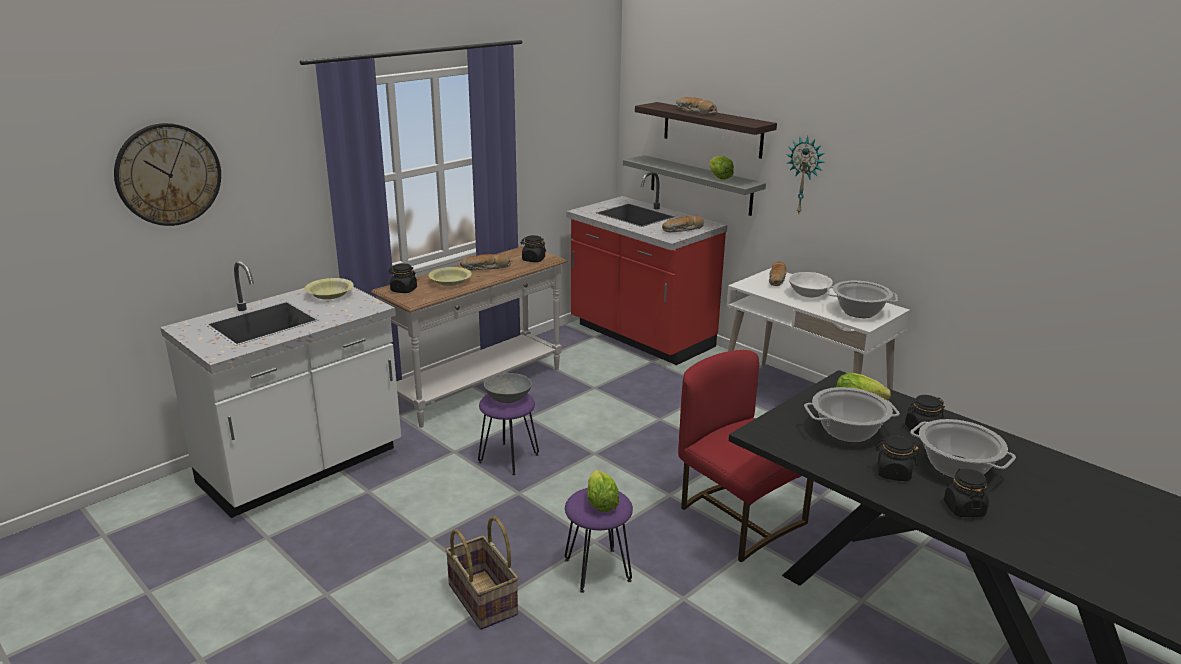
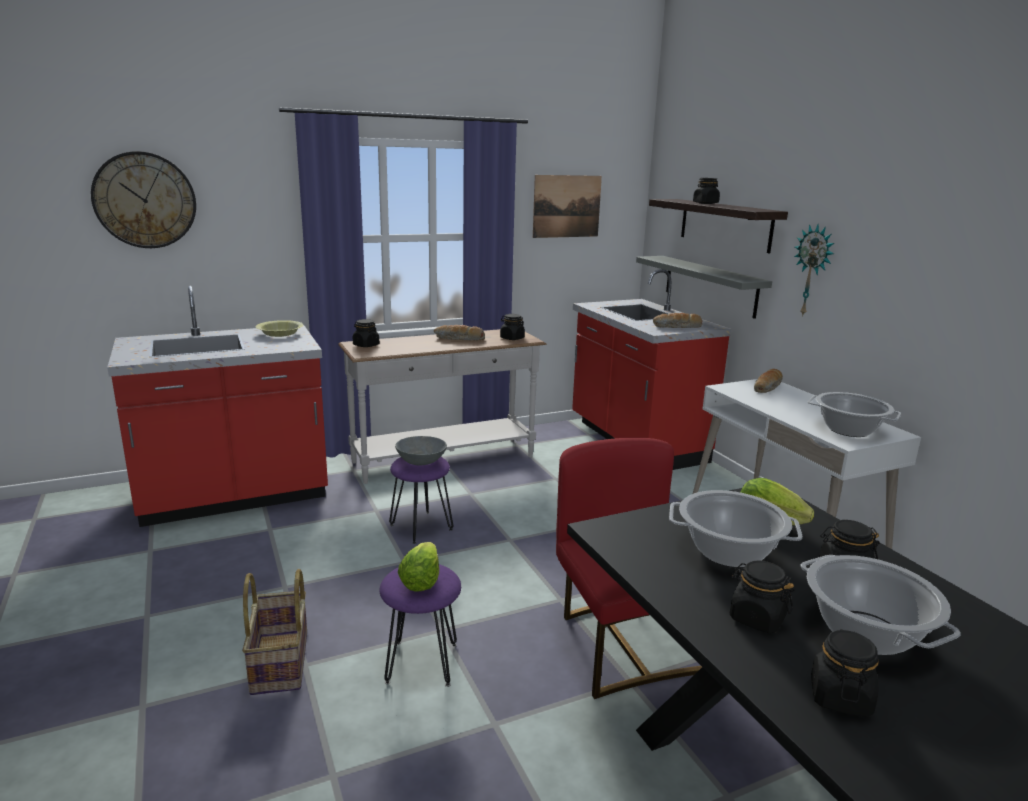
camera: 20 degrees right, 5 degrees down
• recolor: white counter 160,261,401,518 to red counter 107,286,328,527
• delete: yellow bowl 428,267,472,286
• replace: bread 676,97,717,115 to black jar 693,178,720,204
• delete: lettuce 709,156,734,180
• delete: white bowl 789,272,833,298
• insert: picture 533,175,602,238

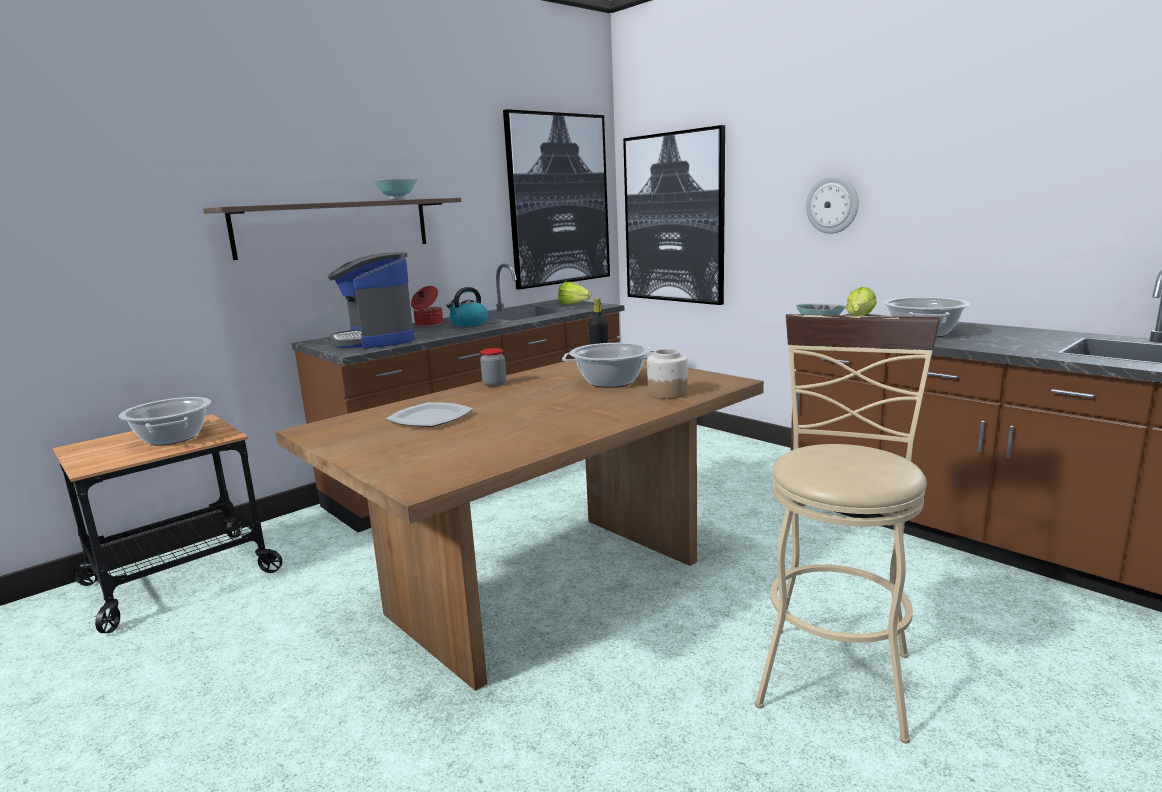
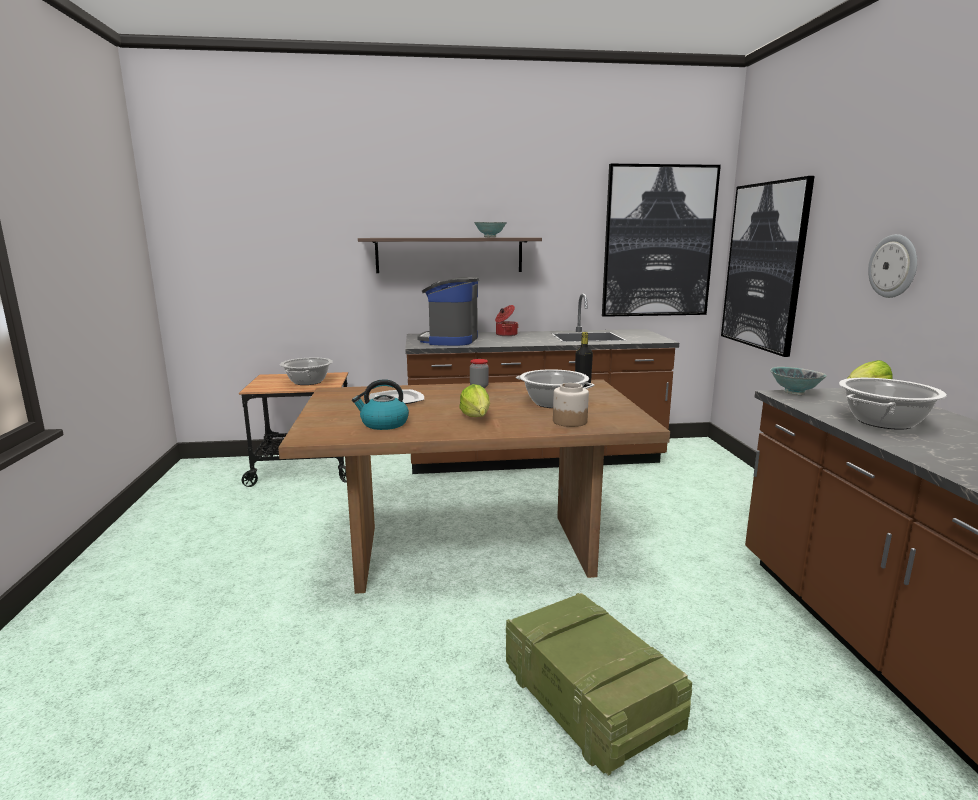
camera: 35 degrees right, 0 degrees up
• move: kettle 447,287,488,326 to 352,379,409,430
• move: lettuce 558,282,591,305 to 459,384,490,417
• replace: beige stool 755,314,940,743 to crate 506,593,692,776

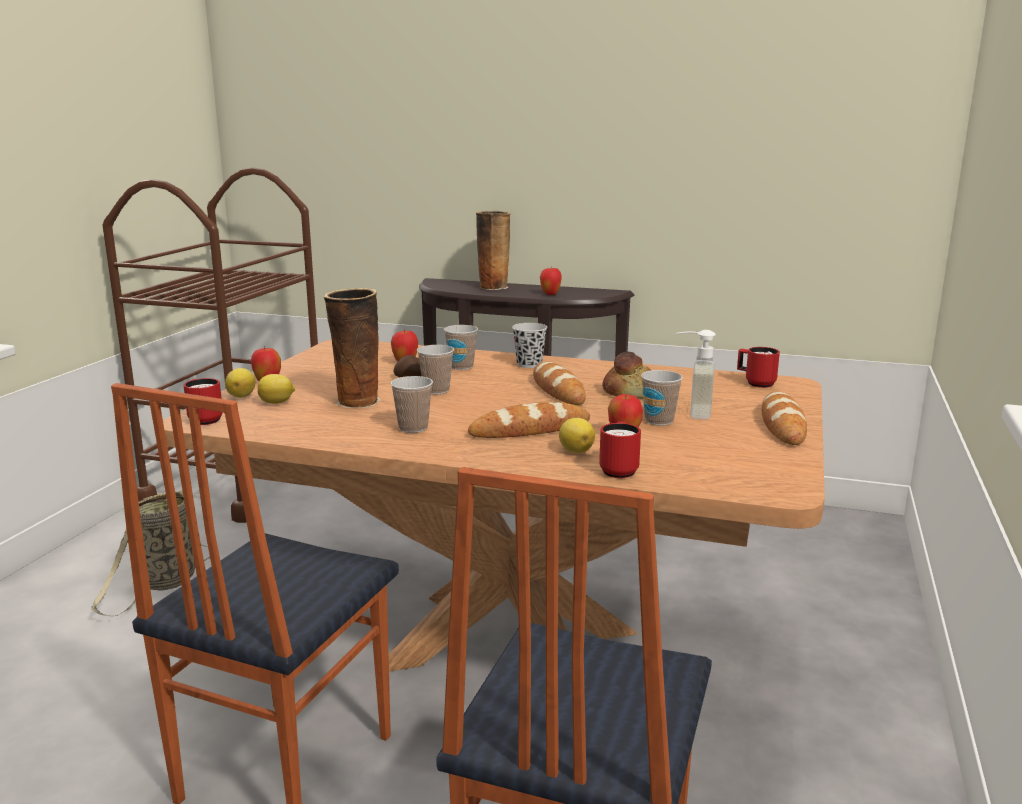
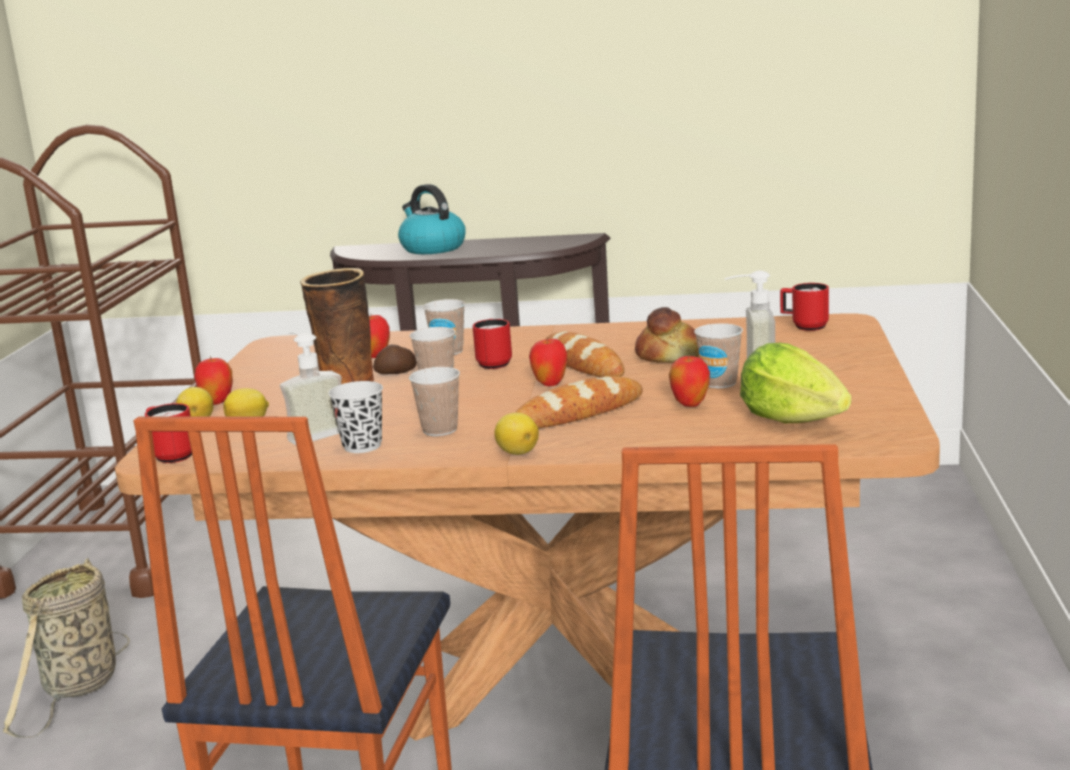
camera: 10 degrees left, 0 degrees up
• replace: vase 476,211,511,290 to kettle 398,184,466,254
• move: black cup 512,323,547,368 to 328,381,383,453
• move: apple 540,268,562,295 to 529,337,567,386
• move: lemon 559,418,595,453 to 494,413,539,455
• move: red mug 599,422,641,478 to 473,319,512,369
• delete: bread 762,391,807,445
• insert: soap dispenser 280,332,342,445
• insert: lettuce 740,343,851,423

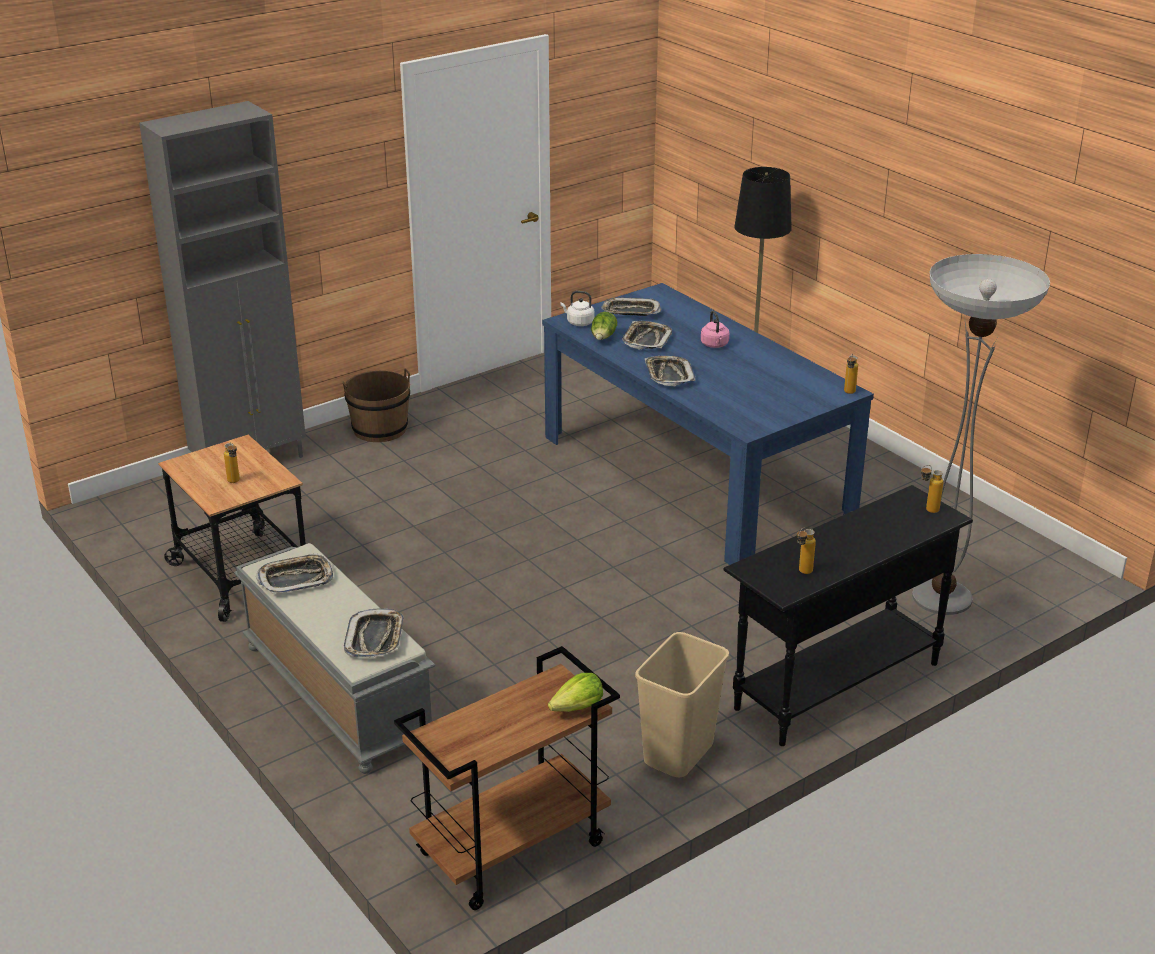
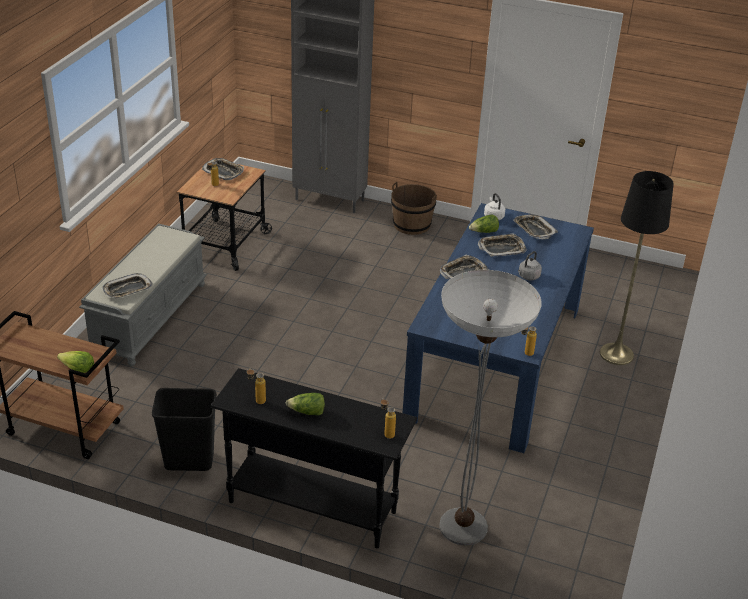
camera: 55 degrees right, 5 degrees up
• move: tray 256,553,333,594 to 202,158,244,180
• recolor: beige trash can 635,632,729,777 to black trash can 152,388,217,471
• recolor: pink kettle 701,310,729,348 to grey kettle 518,251,542,280
• insert: lettuce 286,393,325,415

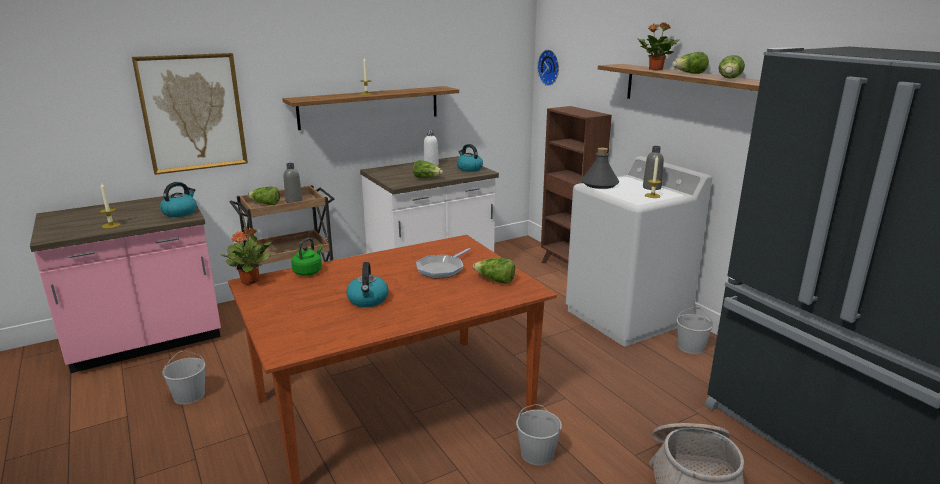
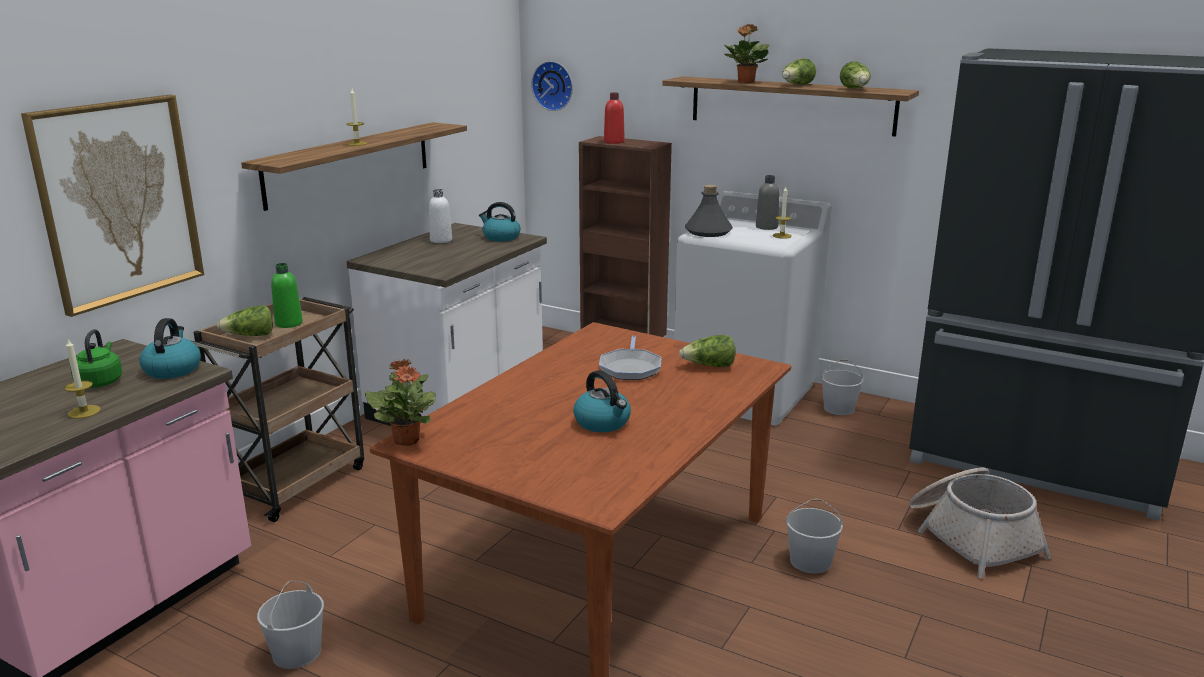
camera: 30 degrees left, 0 degrees up
• recolor: grey bottle 284,163,303,203 to green bottle 271,263,303,328
• move: green kettle 291,238,322,276 to 70,329,122,388
• delete: lettuce 413,160,443,178
• insert: red bottle 604,93,625,144

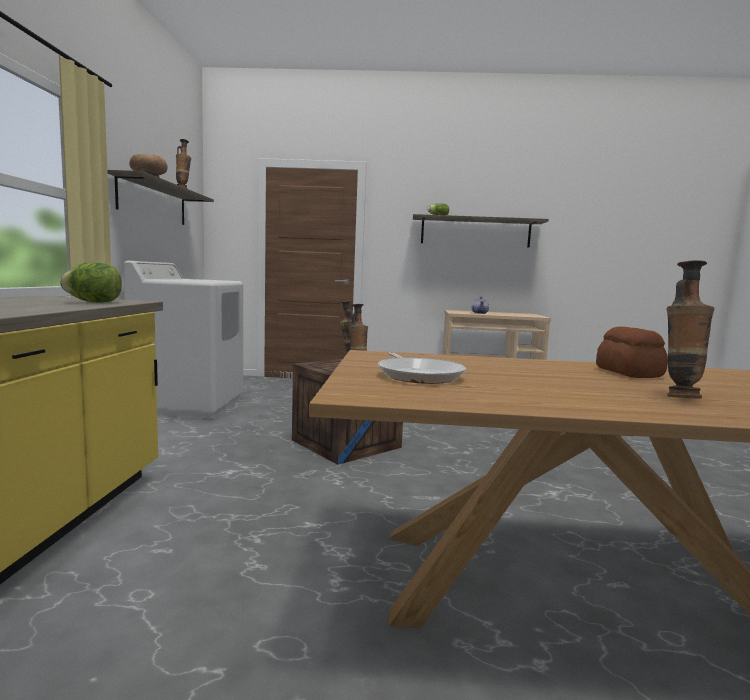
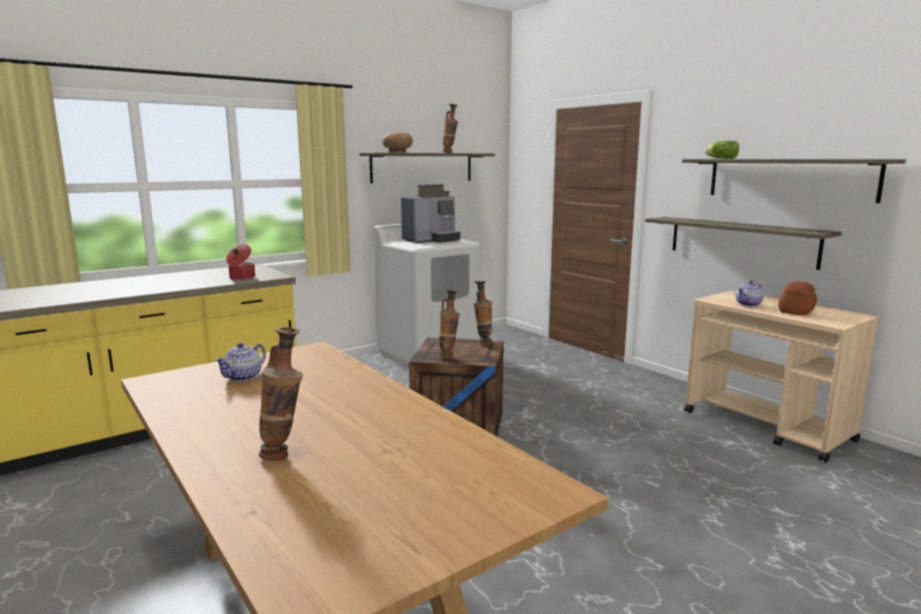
camera: 50 degrees right, 5 degrees up
• replace: lettuce 60,262,122,303 to cooking pot 226,244,255,280
• replace: frying pan 378,352,466,384 to teapot 215,342,266,382
• move: bread 596,327,668,378 to 778,281,817,315
• insert: coffee machine 401,184,460,243
• insert: shelf 645,217,842,270

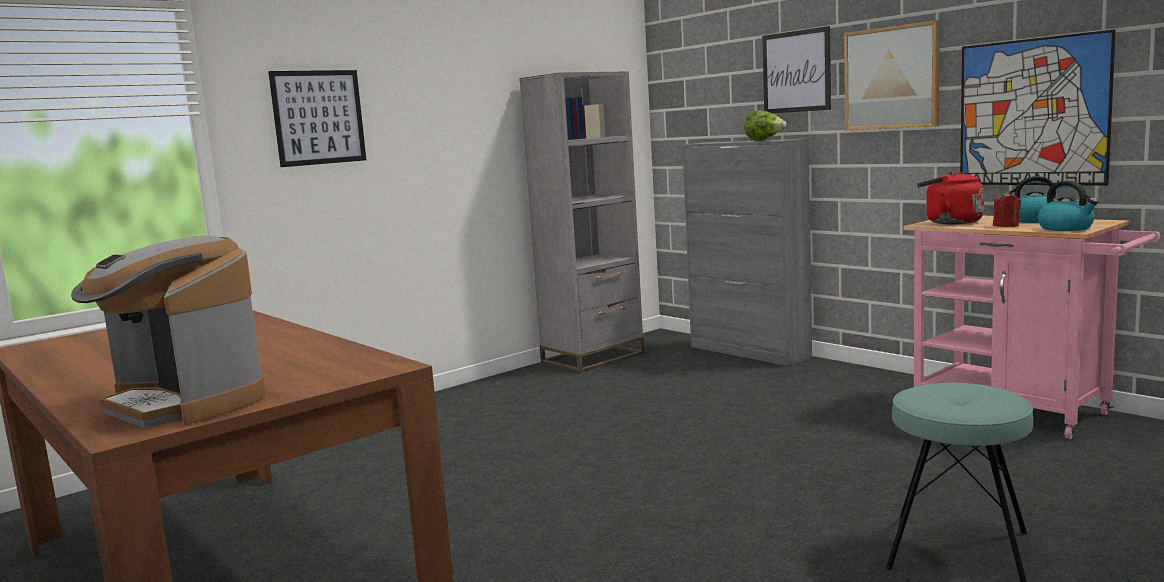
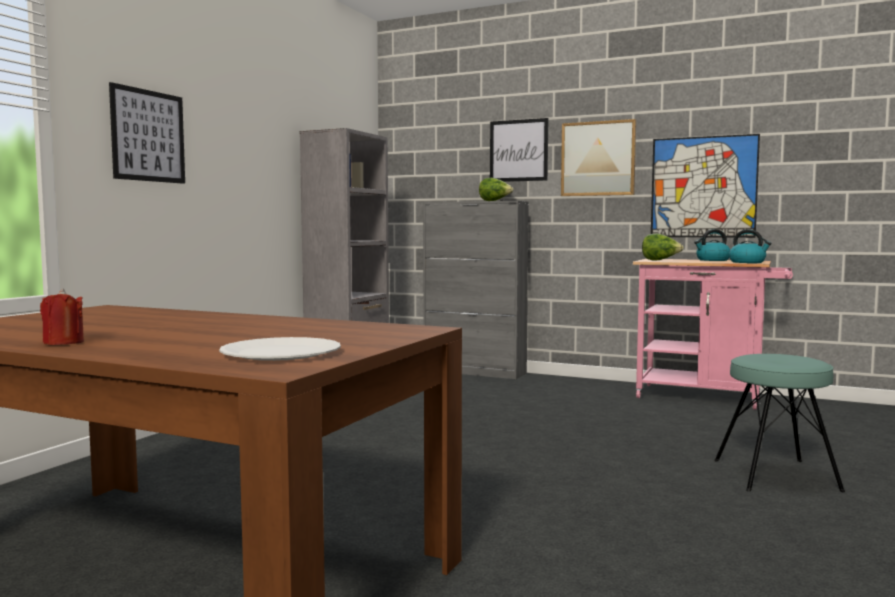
camera: 25 degrees left, 5 degrees down
• replace: coffee machine 71,235,265,428 to white plate 219,337,341,361
• replace: red kettle 917,171,984,224 to lettuce 642,234,684,261
• move: red candle 993,192,1021,227 to 40,289,84,345

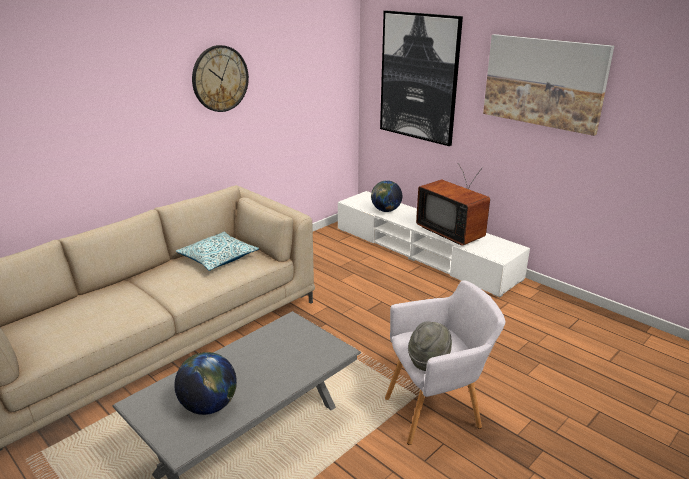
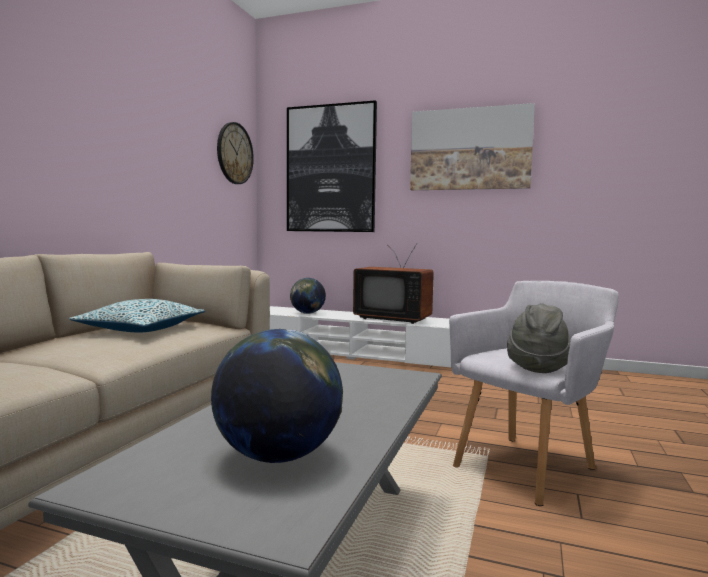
camera: 25 degrees left, 20 degrees down
• move: wall clock 192,45,249,112 to 217,122,254,184

